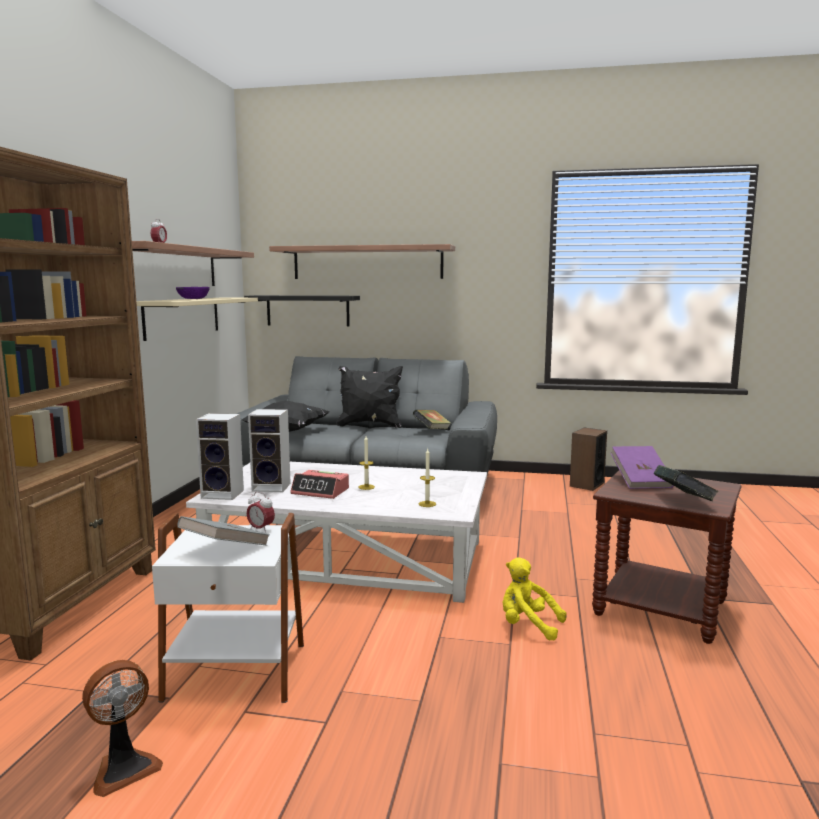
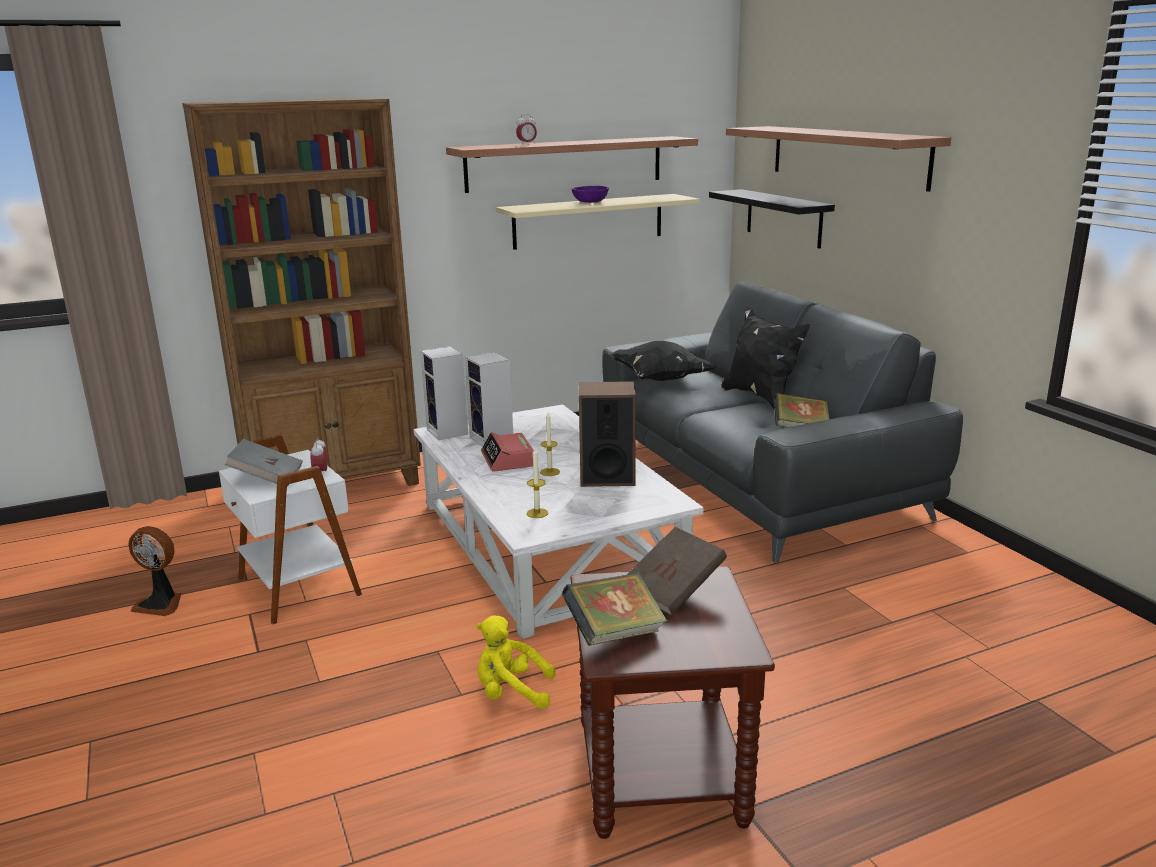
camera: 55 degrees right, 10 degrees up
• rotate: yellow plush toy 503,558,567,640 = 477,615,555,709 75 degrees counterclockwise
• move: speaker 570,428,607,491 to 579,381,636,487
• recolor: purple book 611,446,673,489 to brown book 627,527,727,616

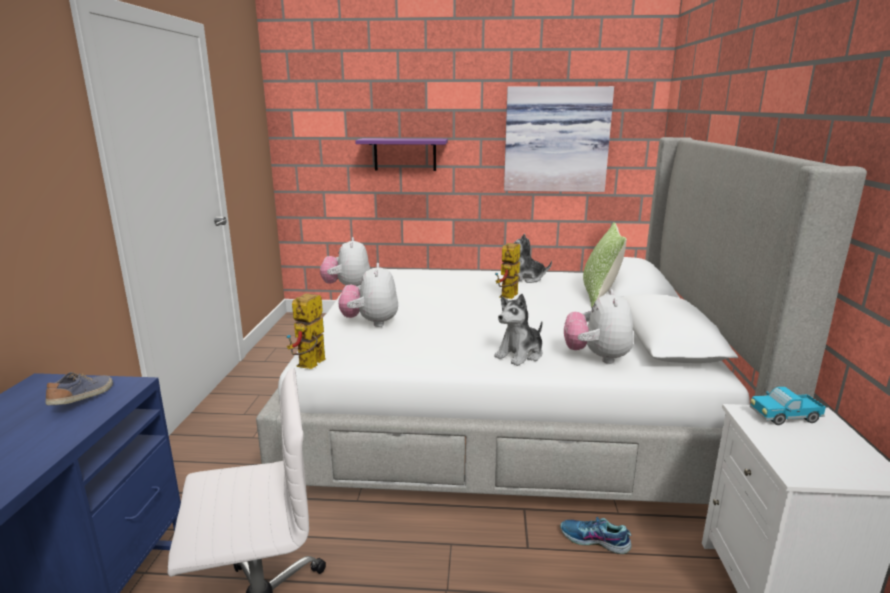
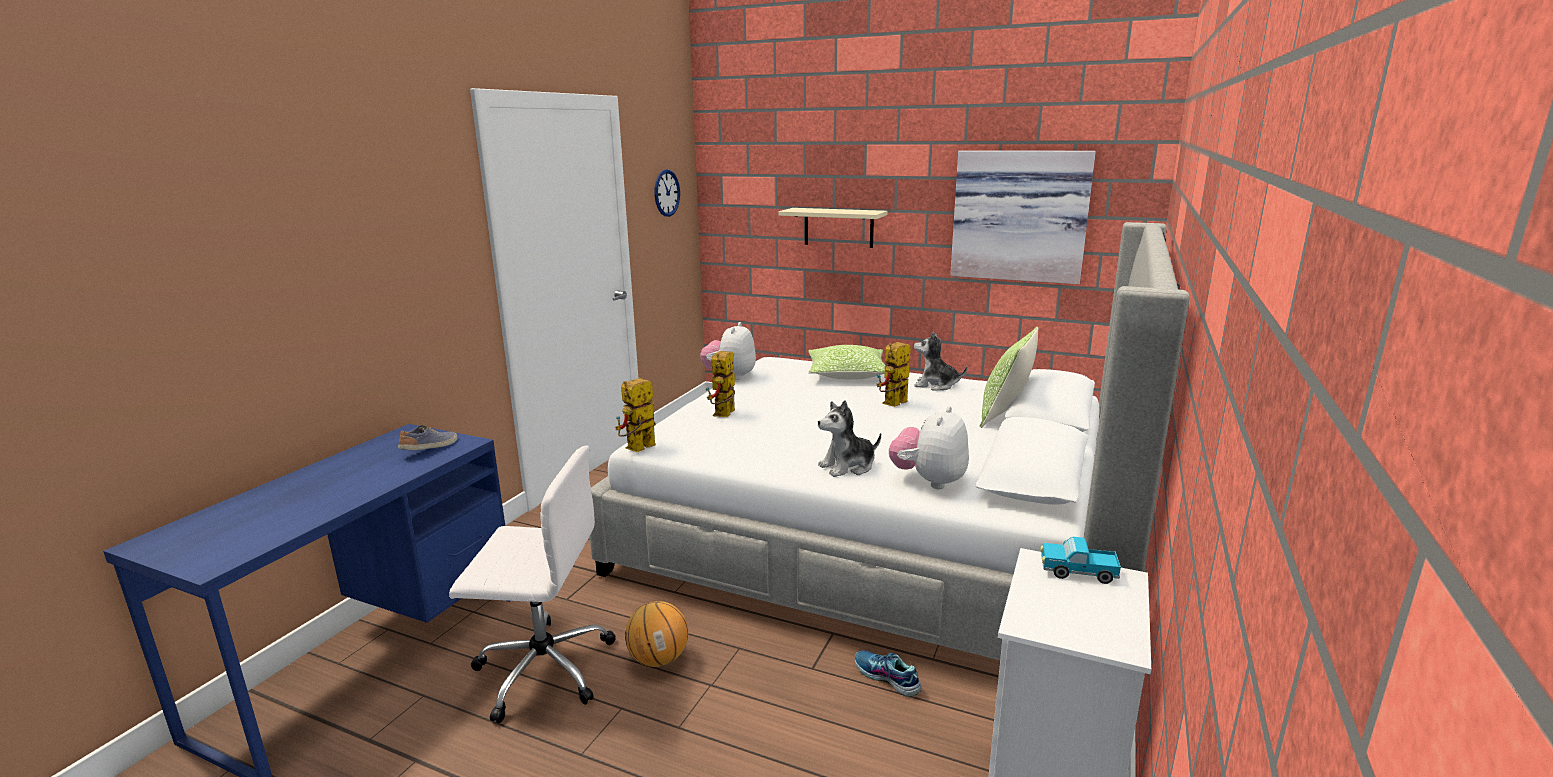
camera: 20 degrees right, 0 degrees up
• replace: plush toy 338,263,398,327 to toy robot 706,351,735,417
• recolor: purple shelf 355,138,448,171 to beige shelf 778,208,888,248
• insert: basketball 625,601,688,667
• insert: wall clock 654,169,680,217
• insert: pillow 808,345,885,380

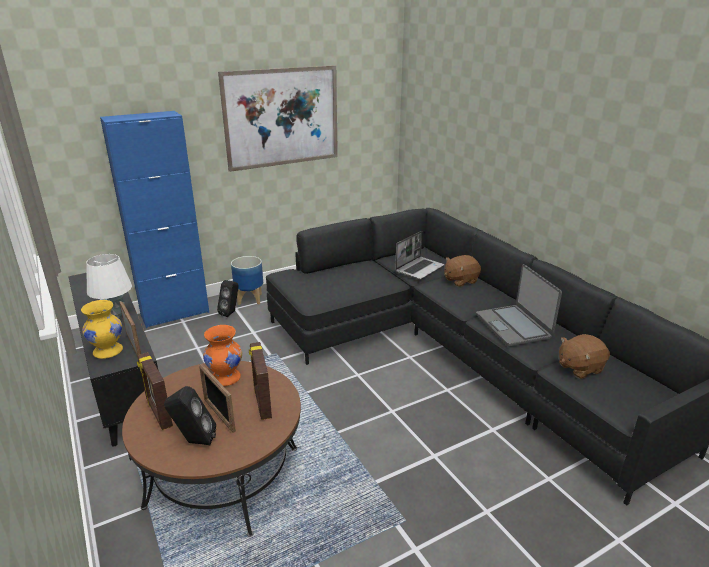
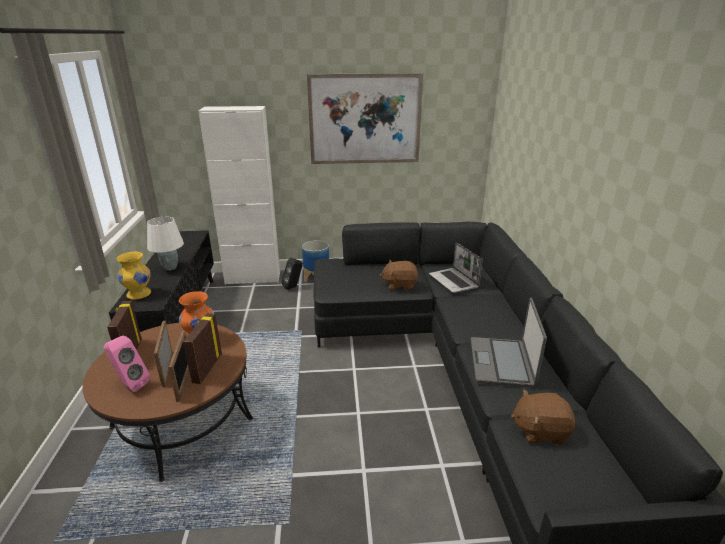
camera: 25 degrees right, 0 degrees up
• recolor: blue cabinet 100,111,209,328 to white cabinet 198,106,280,285
• move: picture frame 119,301,141,357 to 168,331,189,402
• recolor: black speaker 164,386,216,445 to pink speaker 104,336,150,392
• rotate: laptop 395,231,445,279 = 429,242,483,293 90 degrees clockwise
• move: brown plush toy 444,255,481,287 to 380,260,419,290

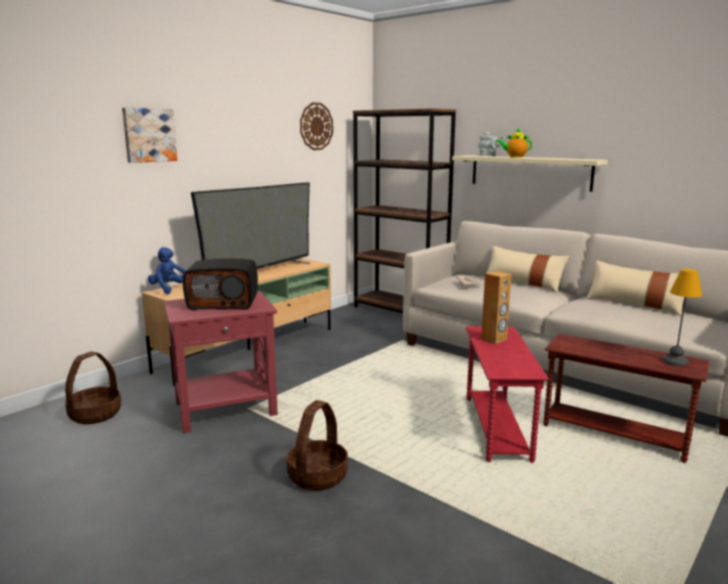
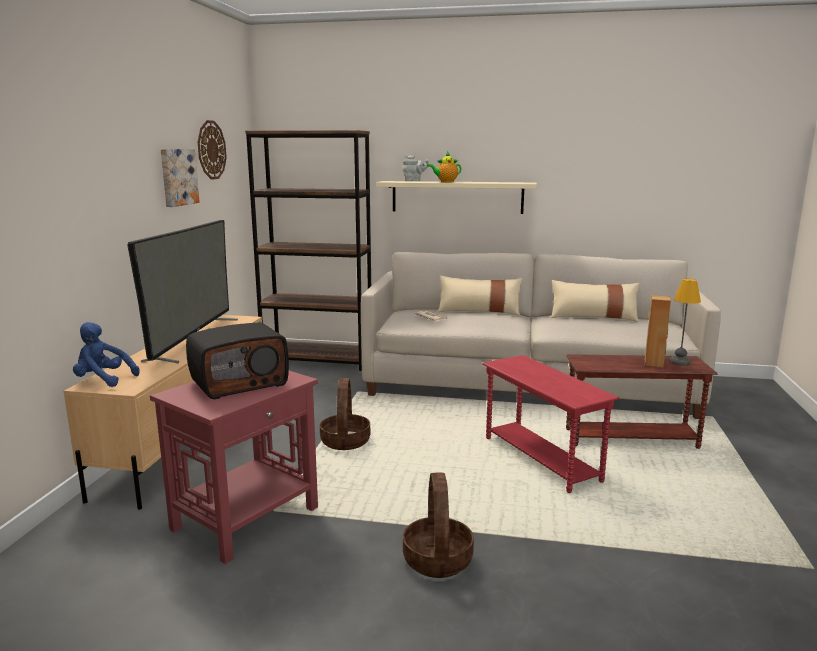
camera: 30 degrees left, 0 degrees up
• move: basket 65,352,121,424 to 320,378,370,450
• move: picture 122,108,177,163 to 161,149,200,207
• move: brown speaker 481,271,512,344 to 645,296,671,367

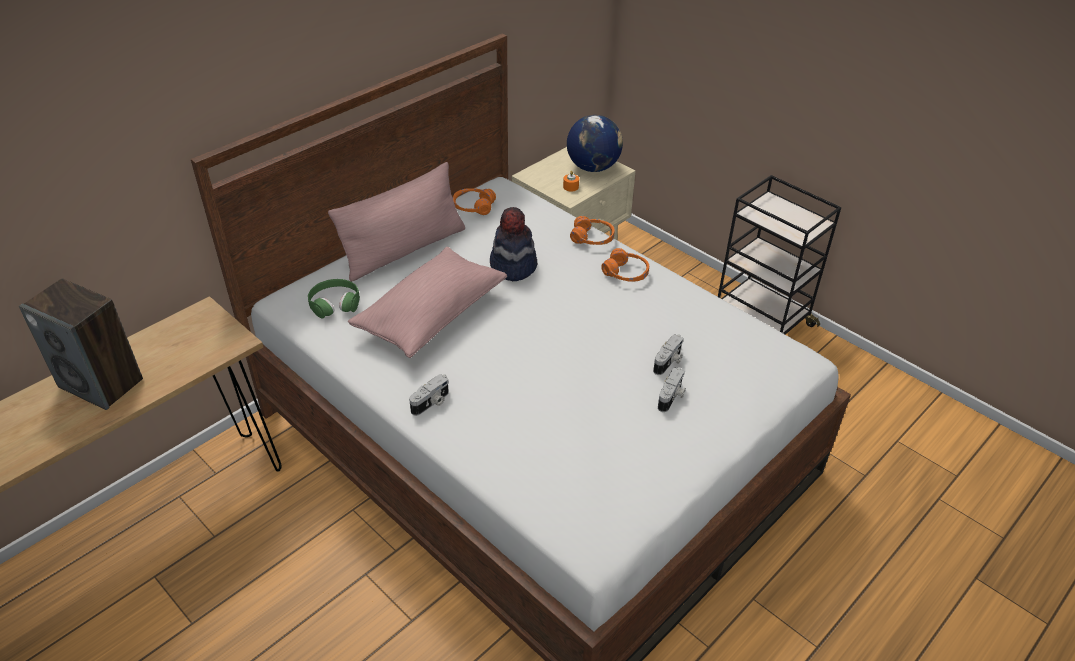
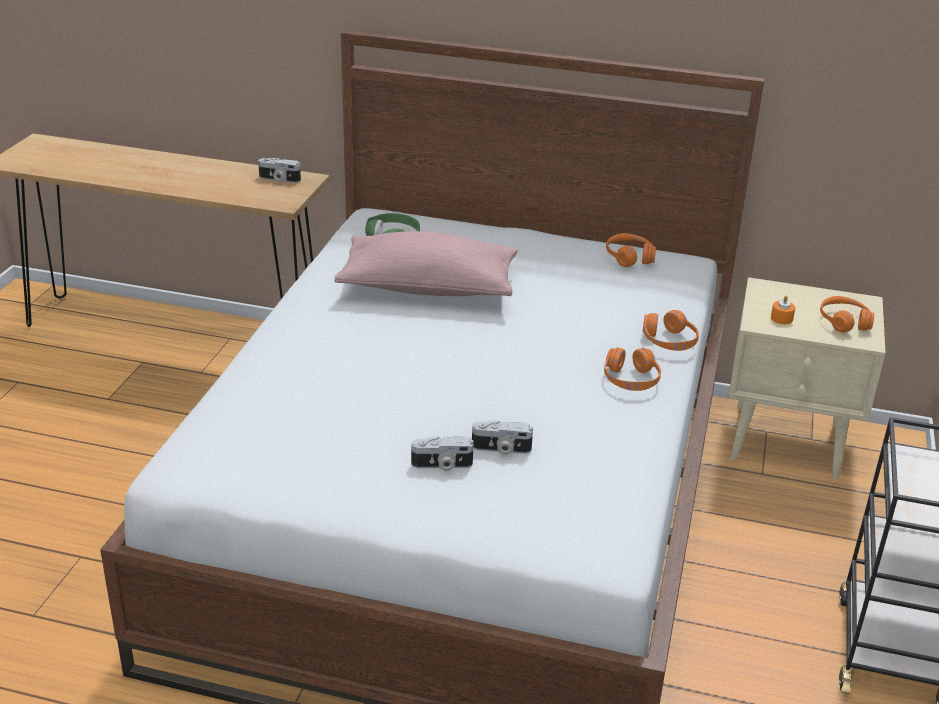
camera: 60 degrees right, 10 degrees down
• delete: speaker 19,278,143,410
• delete: pink pillow 328,162,465,282
• move: photo camera 409,374,449,416 to 258,158,301,183
• delete: hat 490,207,538,281
• replace: globe 567,115,623,172 to orange headphones 820,296,874,333

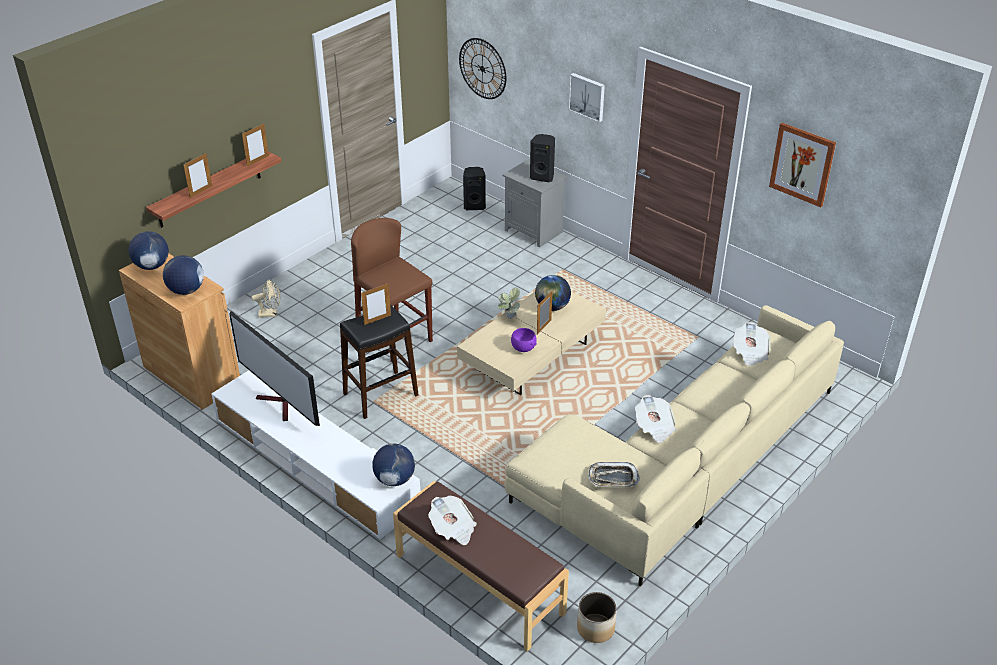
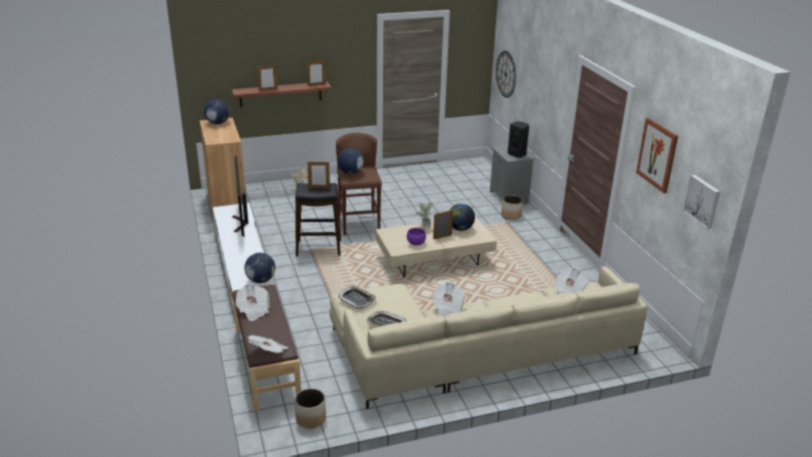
camera: 30 degrees right, 10 degrees down
• move: globe 163,255,204,295 to 338,148,364,174
• delete: black speaker 463,167,486,210
• move: picture 569,73,605,123 to 683,175,720,229
• insert: newspaper 248,335,288,353
• insert: tray 338,286,376,309
• insert: planter 501,195,523,220

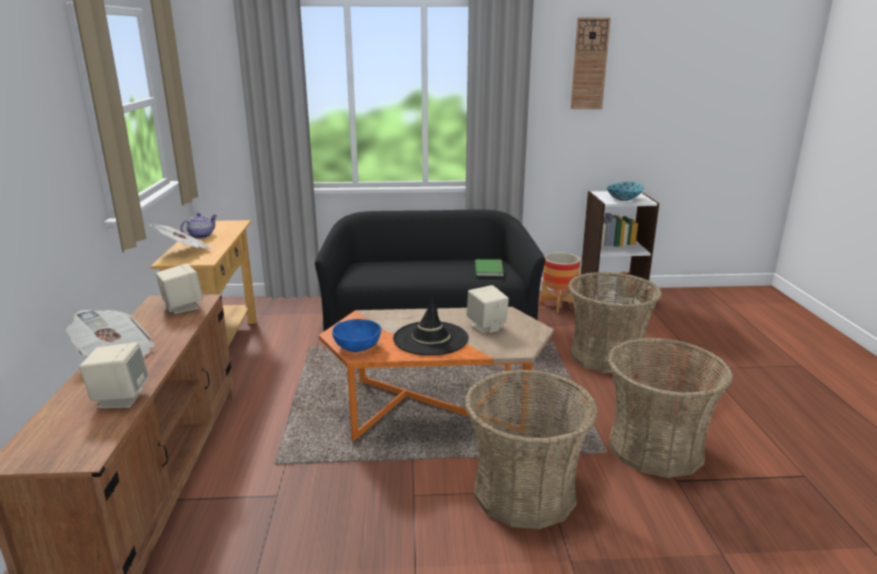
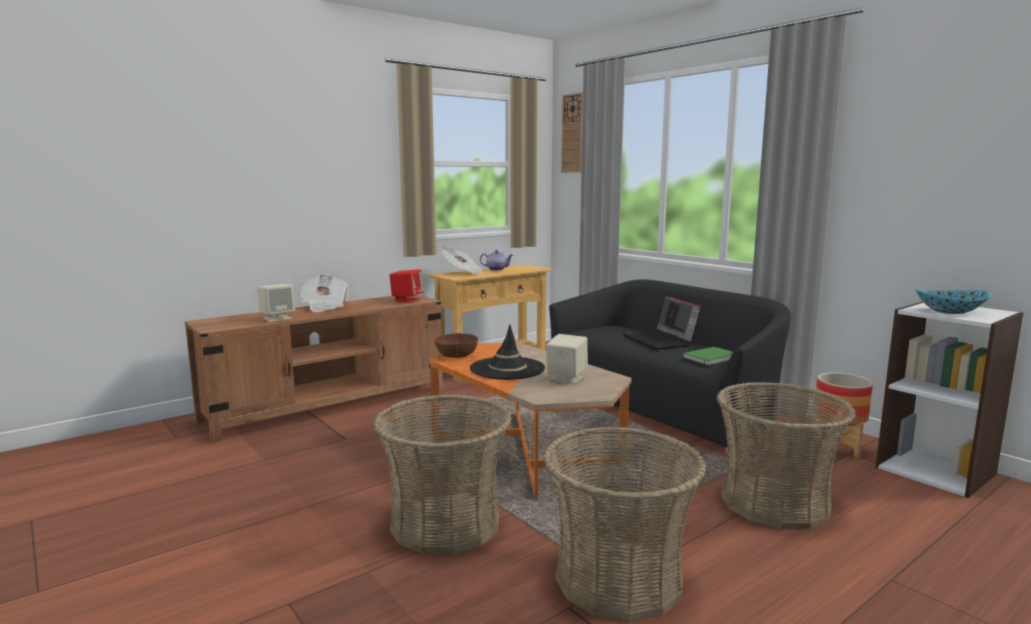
camera: 55 degrees right, 10 degrees down
• recolor: beige speaker 156,263,203,314 to red speaker 389,269,424,303
• recolor: blue bowl 332,319,381,352 to brown bowl 435,333,478,358
• move: wall clock 571,18,611,109 to 561,93,583,172
• insert: laptop 623,294,702,350

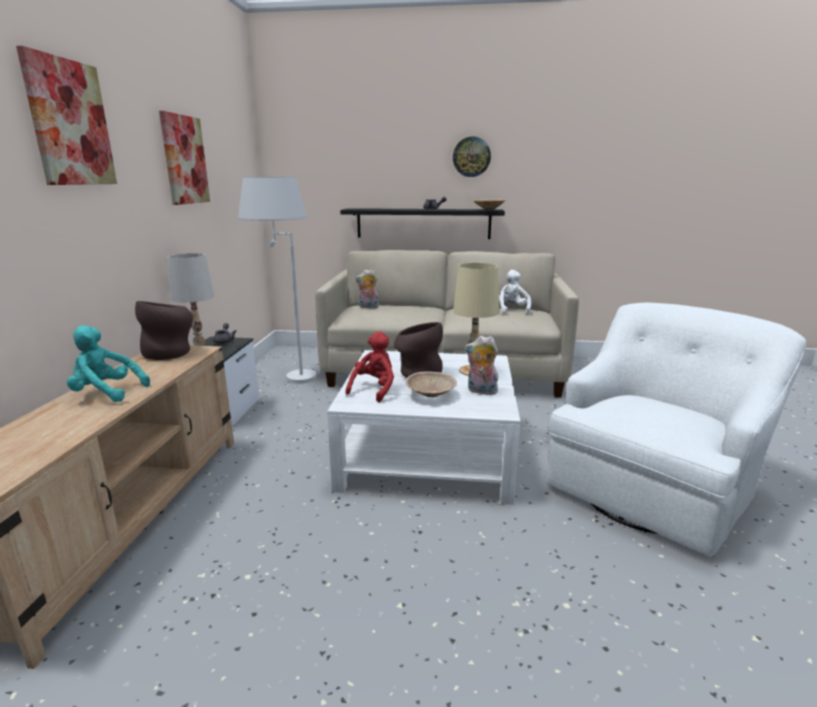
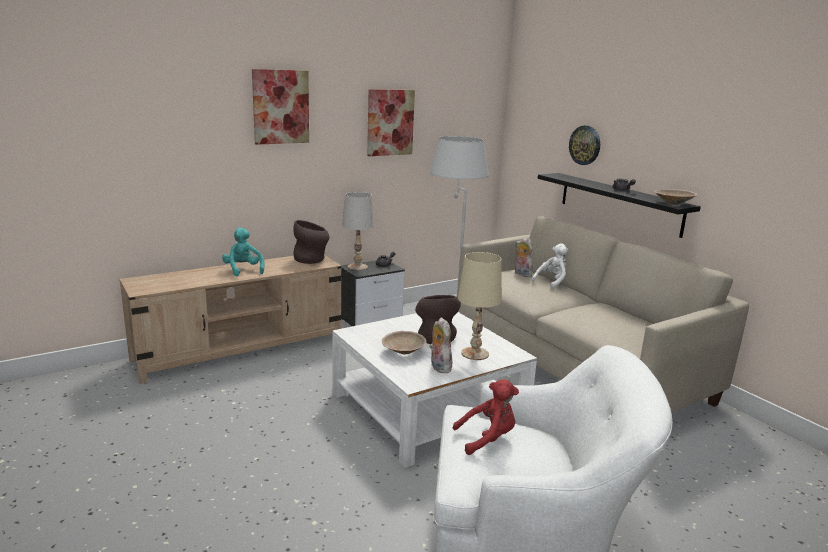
camera: 50 degrees right, 0 degrees up
• move: red plush toy 345,332,394,402 to 452,379,519,455
• move: wall clock 453,137,491,177 to 569,126,600,165
• move: white plush toy 499,270,531,314 to 531,243,568,290

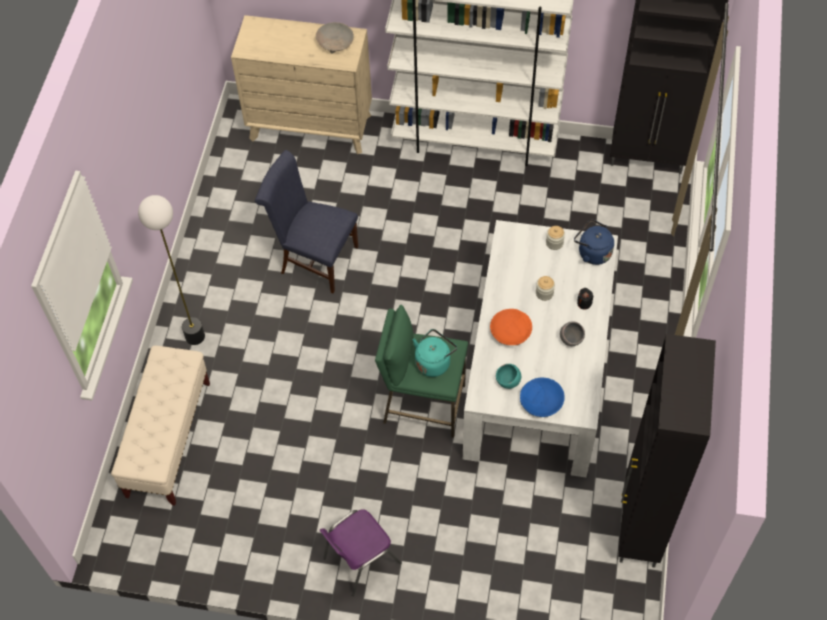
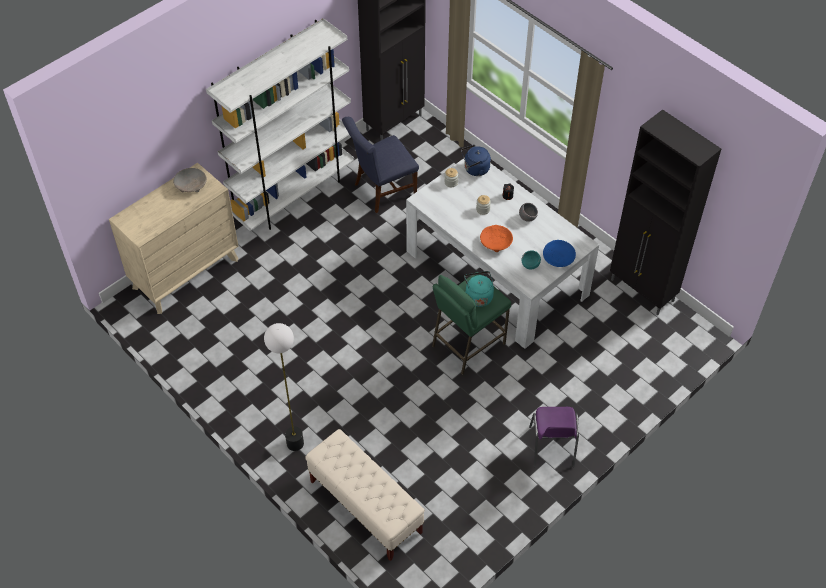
camera: 55 degrees left, 5 degrees down
• move: blue chair 255,150,358,294 to 342,117,419,213

